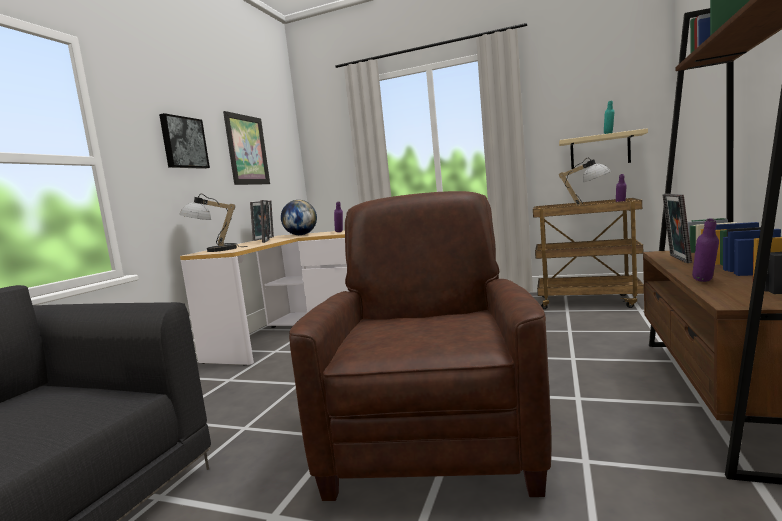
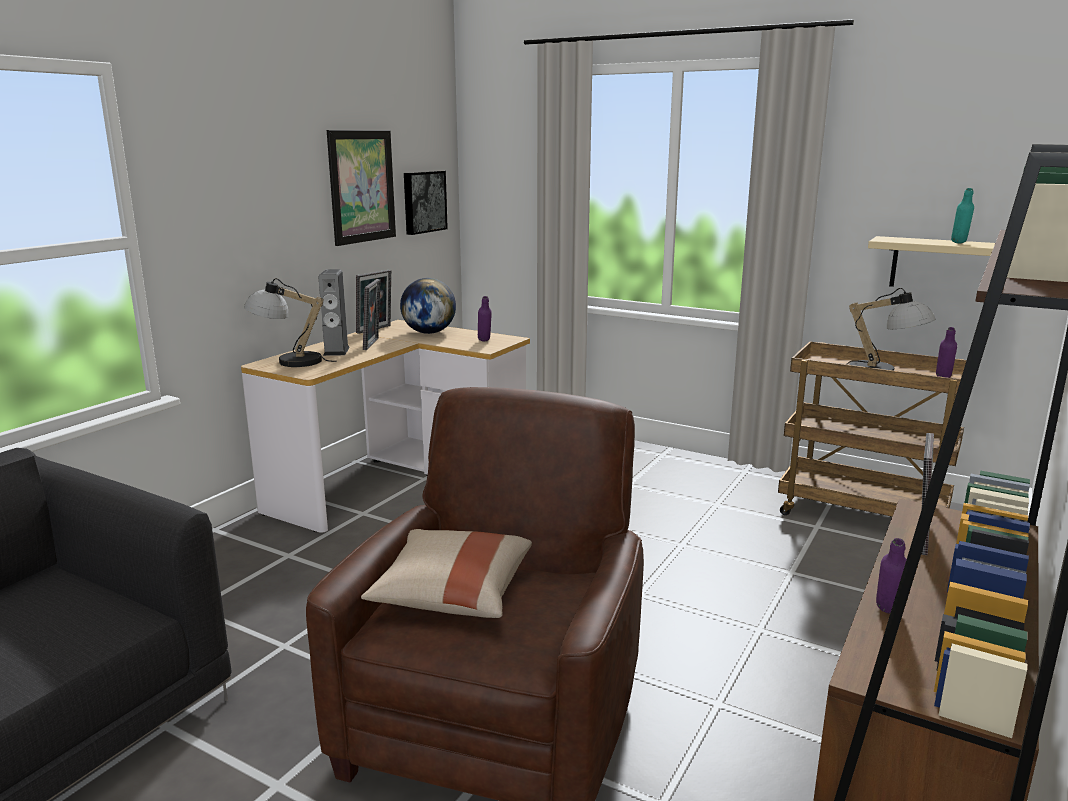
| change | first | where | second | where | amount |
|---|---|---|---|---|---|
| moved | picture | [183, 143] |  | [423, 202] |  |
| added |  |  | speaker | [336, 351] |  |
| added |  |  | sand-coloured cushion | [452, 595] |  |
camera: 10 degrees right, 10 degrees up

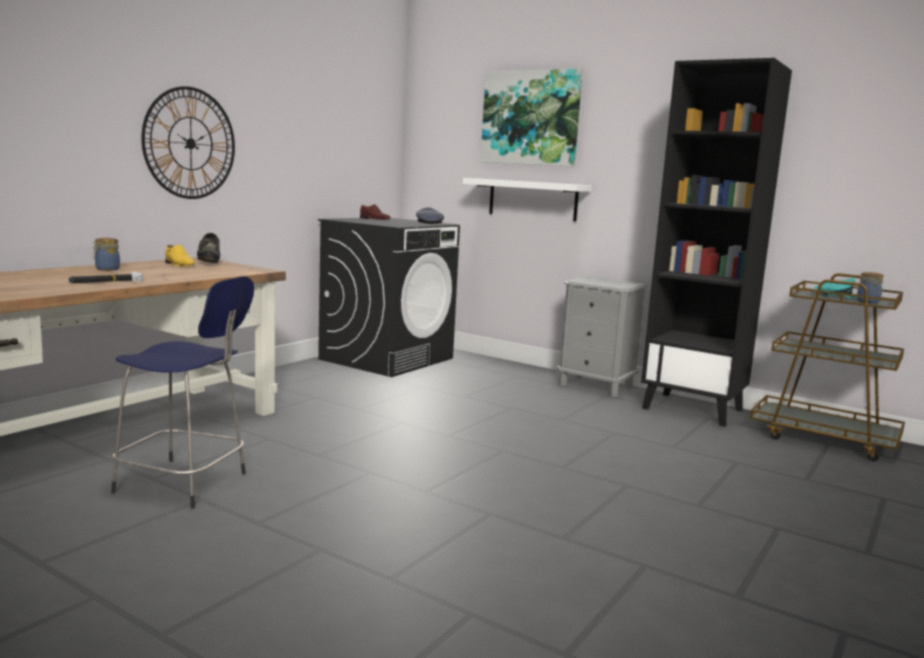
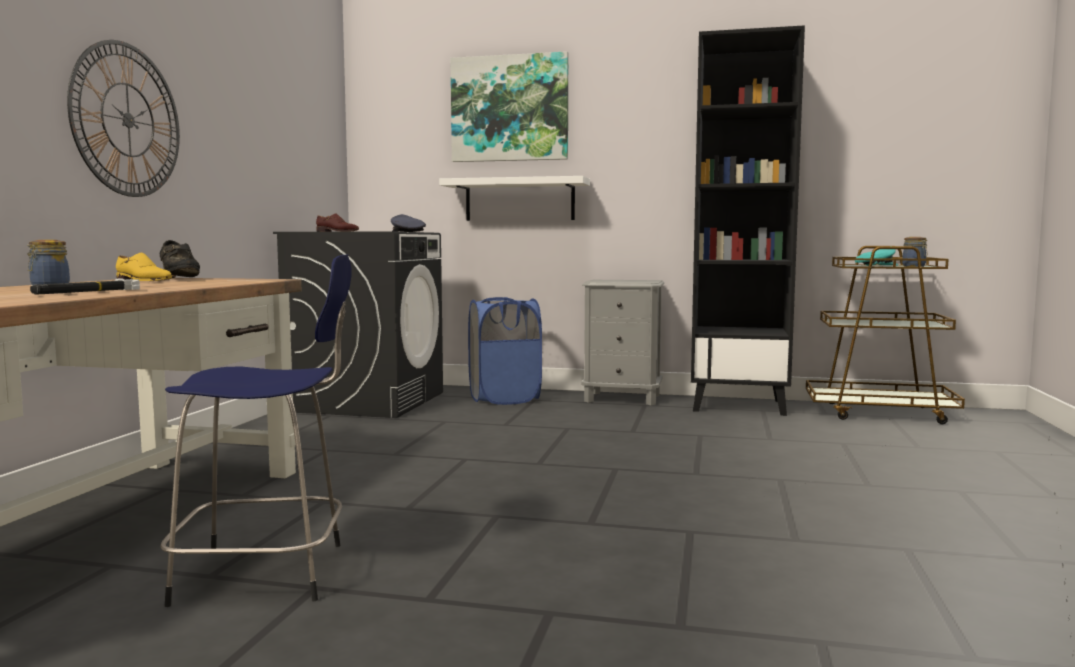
| change | first | where | second | where | amount |
|---|---|---|---|---|---|
| added |  |  | bluish hamper | [504, 398] |  |
camera: 20 degrees left, 5 degrees down

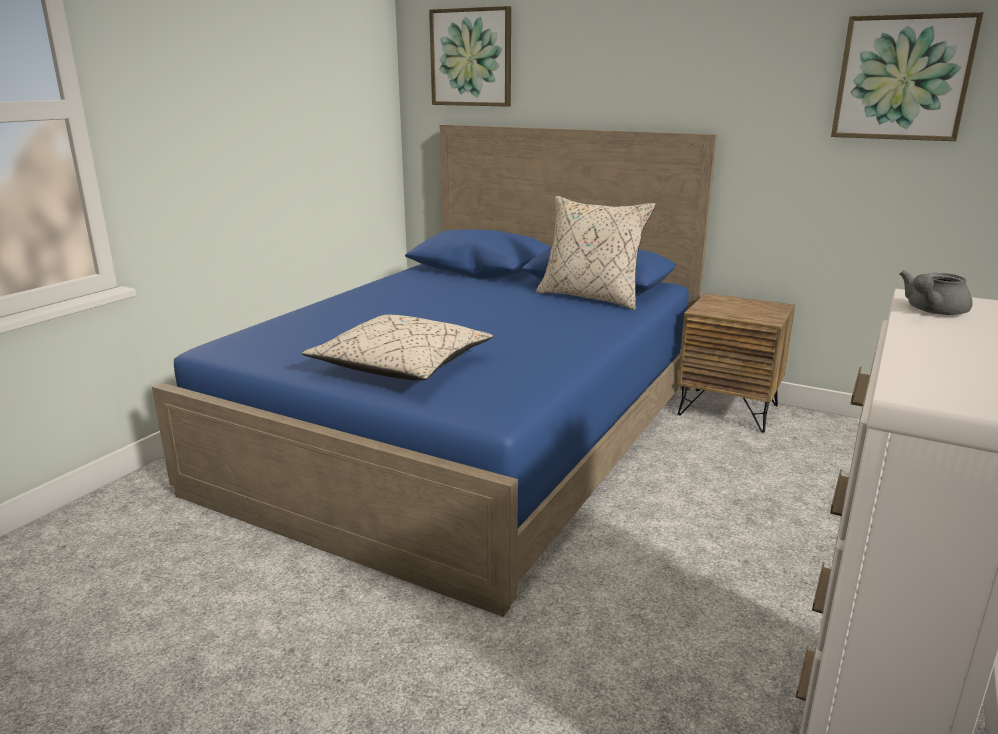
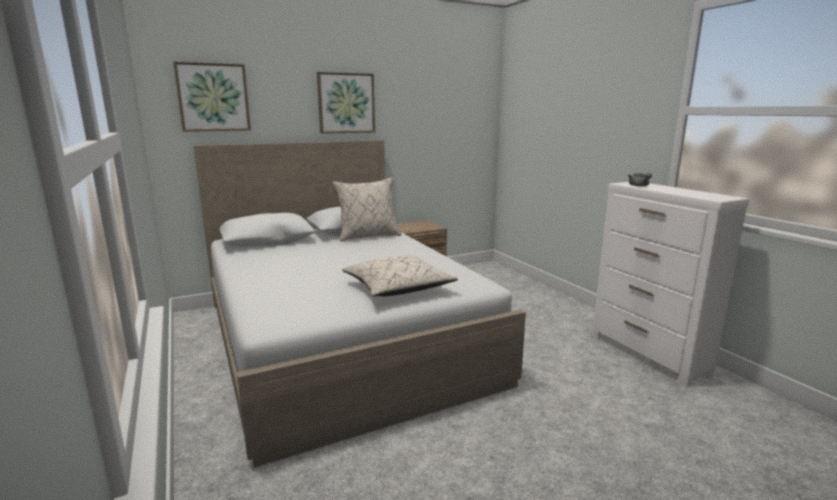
| change | first | where | second | where | amount |
|---|---|---|---|---|---|
| recoloured | bluish sleeping bed | [470, 434] | whitish sleeping bed | [342, 339] |  |
| moved | picture | [902, 78] |  | [346, 103] |  |
camera: 55 degrees left, 5 degrees down

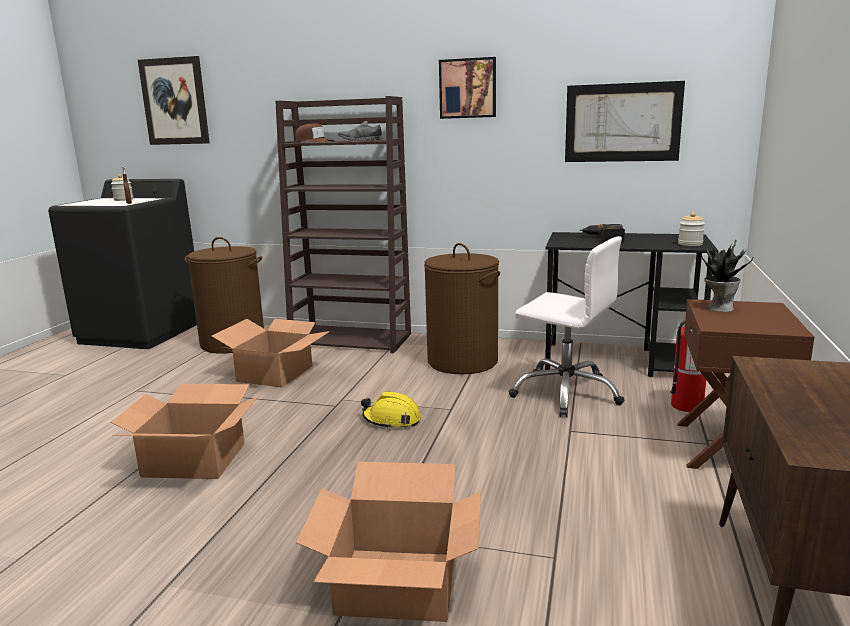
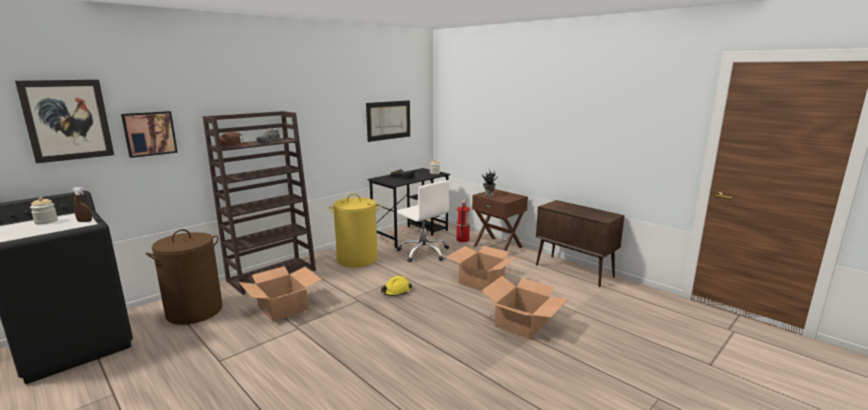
| change | first | where | second | where | amount |
|---|---|---|---|---|---|
| moved | cardboard box | [194, 459] |  | [481, 281] |  |
| recoloured | brownish hamper | [463, 361] | yellow hamper | [357, 259] |  |
| moved | picture | [468, 88] |  | [149, 133] |  |
| turned | whitish computer chair | [566, 393] |  | [424, 252] | 75 degrees clockwise |
camera: 60 degrees left, 0 degrees up

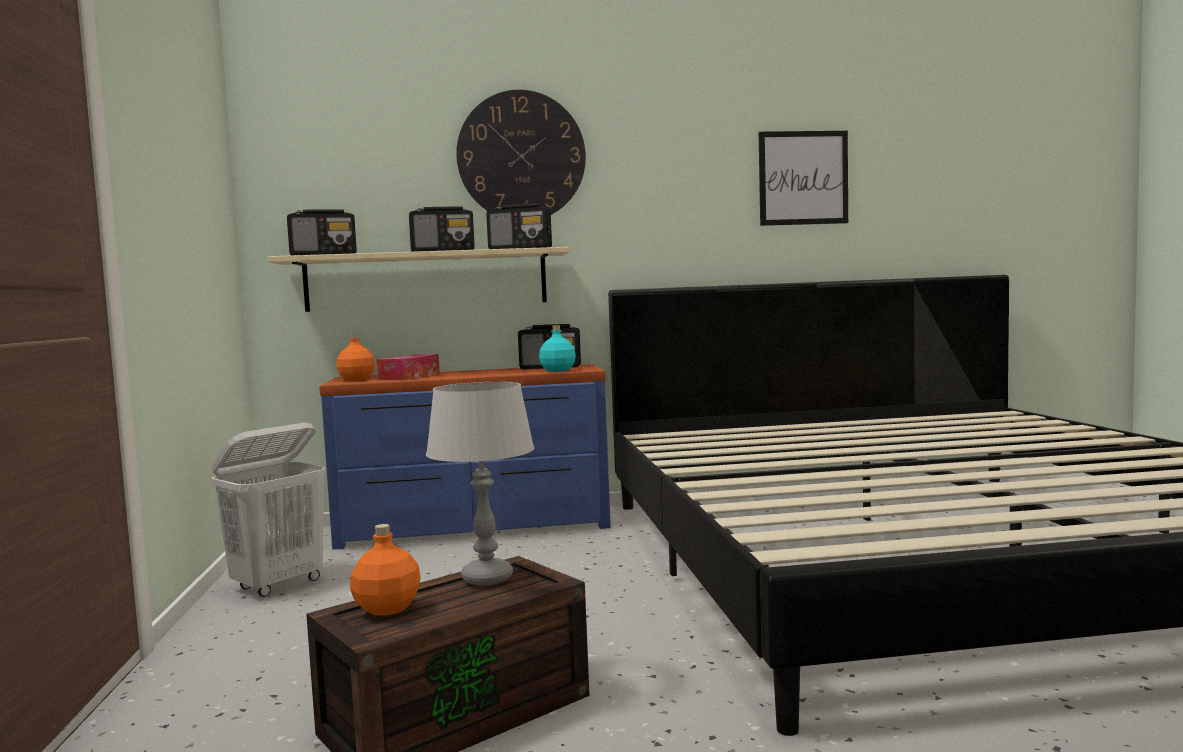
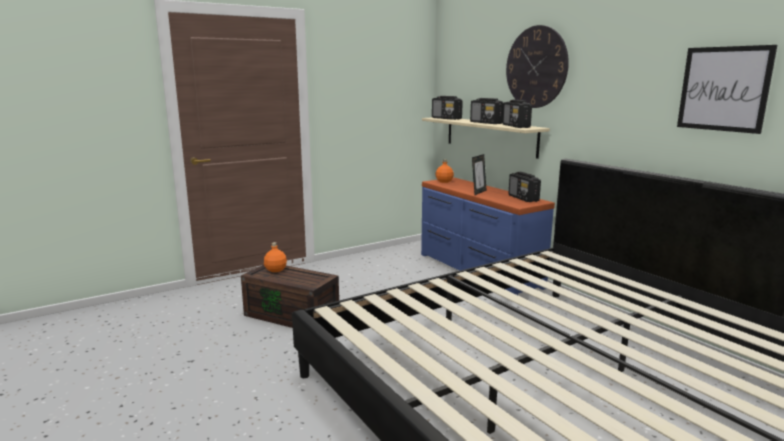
| change | first | where | second | where | amount |
|---|---|---|---|---|---|
| removed | whitish hamper | [279, 585] |  |  |  |
| removed | box of tissues | [409, 376] |  |  |  |
| removed | greyish tabletop lamp | [486, 577] |  |  |  |
| removed | turquoise beverage bottle | [558, 370] |  |  |  |
| added |  |  | photo frame | [478, 192] |  |
camera: 65 degrees right, 10 degrees up

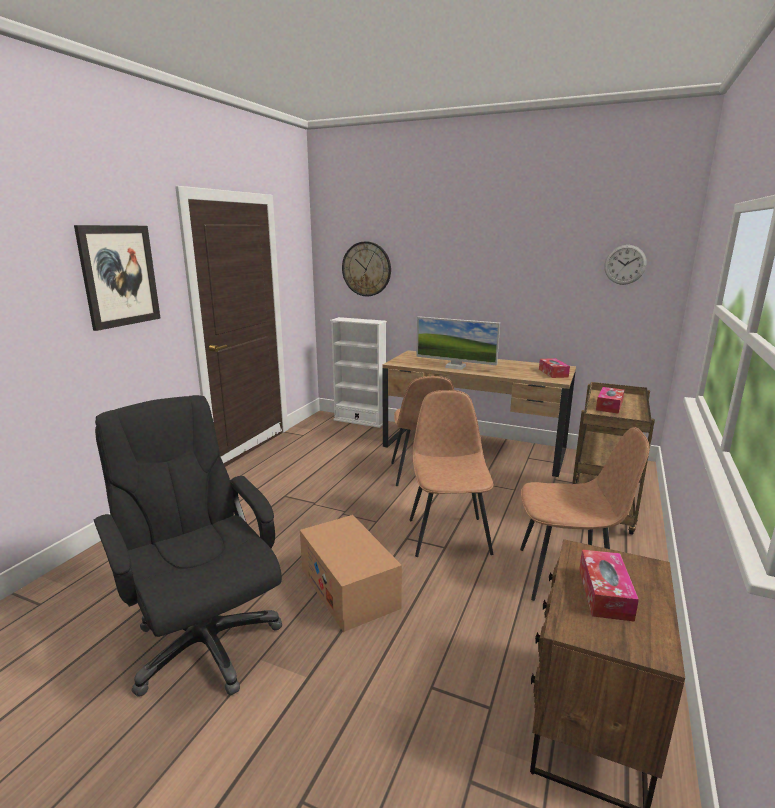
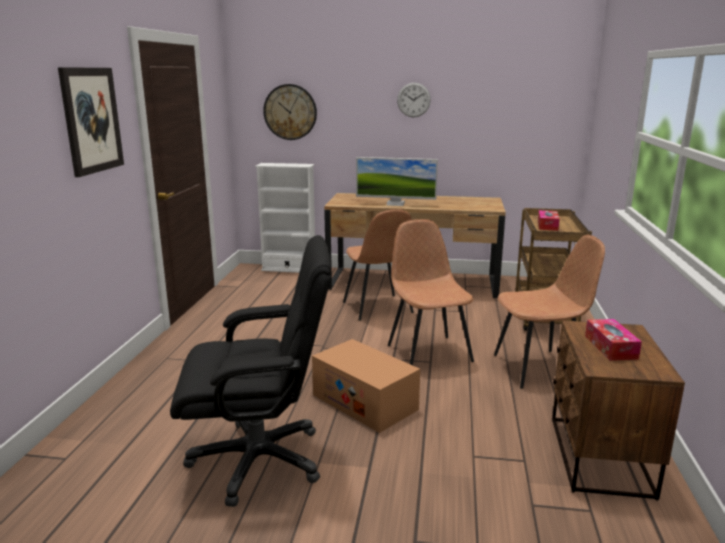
| change | first | where | second | where | amount |
|---|---|---|---|---|---|
| turned | blackish computer chair | [205, 642] |  | [259, 459] | 135 degrees clockwise |
| removed | box of tissues | [553, 373] |  |  |  |
| moved | clock on the wall | [625, 264] |  | [413, 100] |  |
camera: 15 degrees left, 0 degrees up

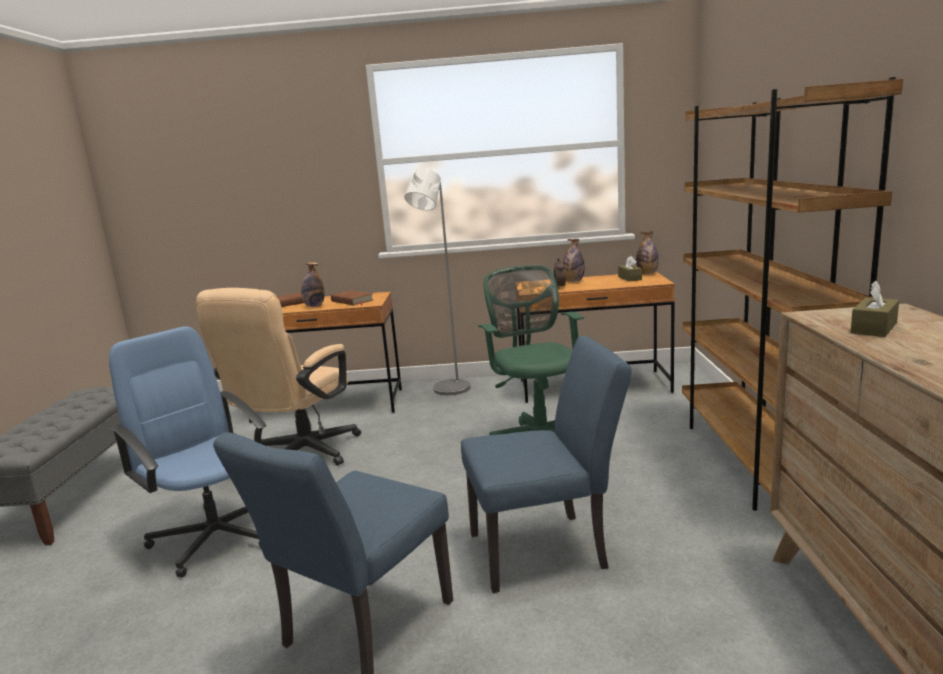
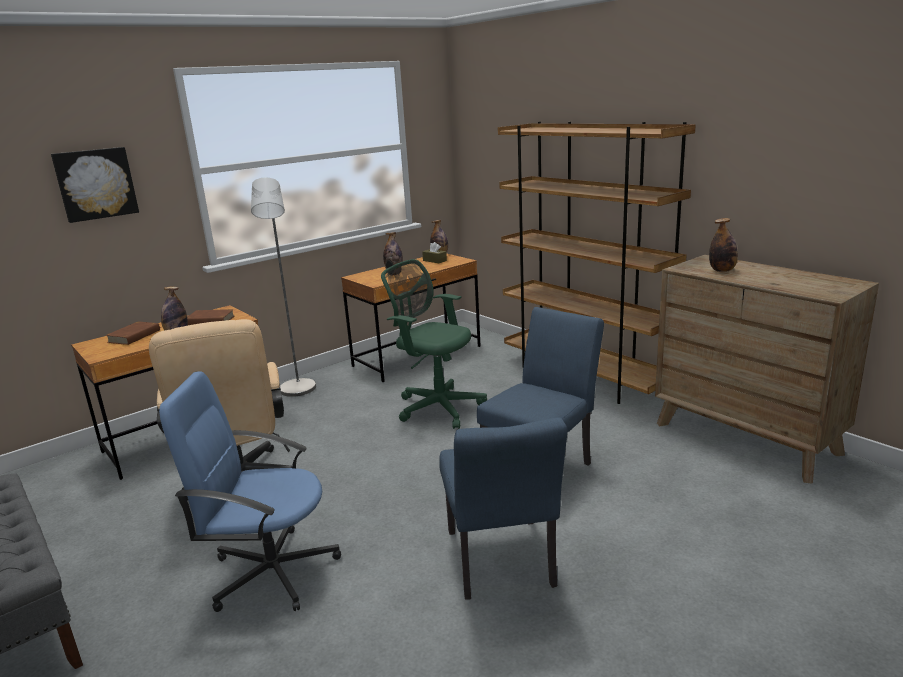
| change | first | where | second | where | amount |
|---|---|---|---|---|---|
| replaced | brownish box of tissues | [874, 328] | beverage bottle | [722, 270] |  |
| added |  |  | picture | [96, 184] |  |
camera: 40 degrees left, 5 degrees up

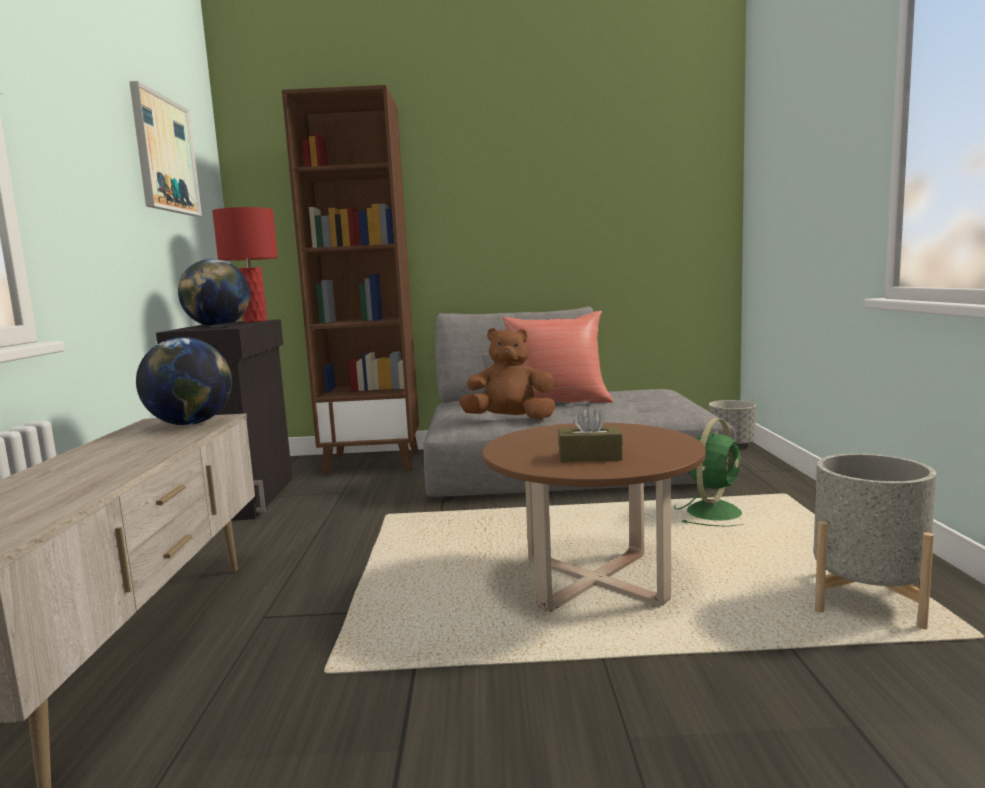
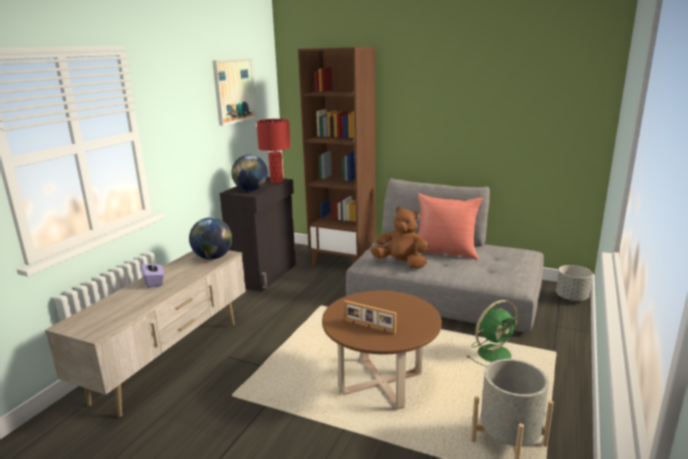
| change | first | where | second | where | amount |
|---|---|---|---|---|---|
| replaced | brownish box of tissues | [590, 456] | photo frame | [369, 327] |  |
| added |  |  | purple box of tissues | [154, 282] |  |
camera: 25 degrees right, 10 degrees up

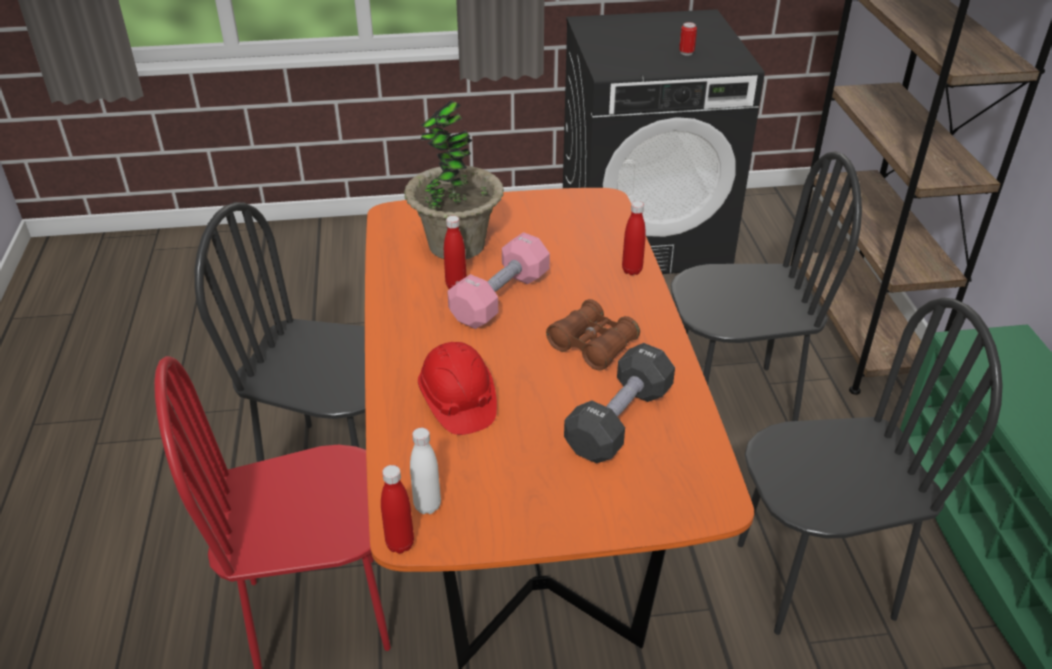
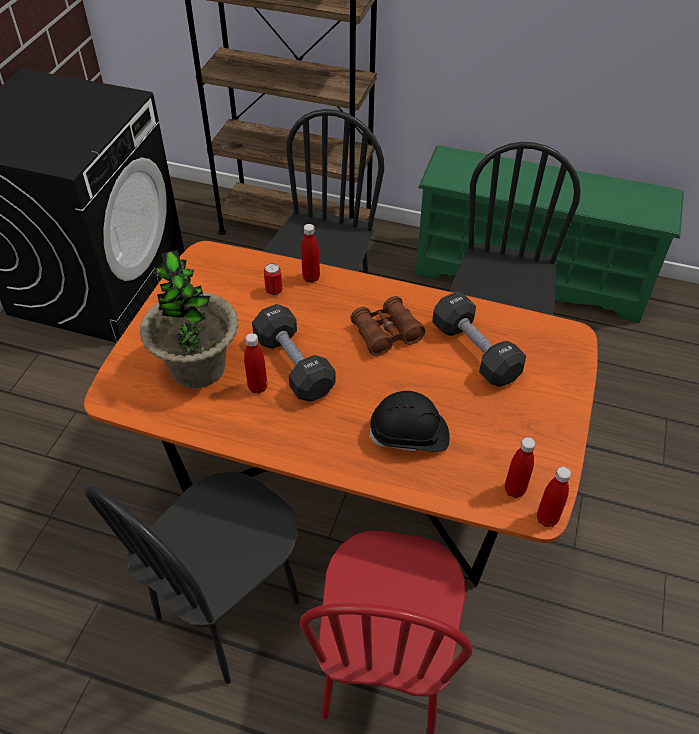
| change | first | where | second | where | amount |
|---|---|---|---|---|---|
| recoloured | whitish beverage bottle | [427, 506] | red-coloured beverage bottle | [514, 490] |  |
| recoloured | red-coloured safety helmet | [457, 402] | blackish safety helmet | [409, 435] |  |
| recoloured | pinkish dumbbell | [500, 298] | blackish dumbbell | [294, 365] |  |
| moved | can | [686, 53] |  | [274, 291] |  |
camera: 65 degrees left, 10 degrees up

